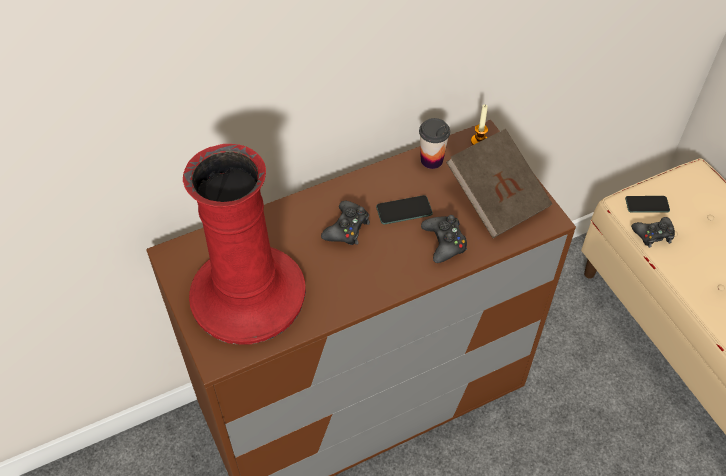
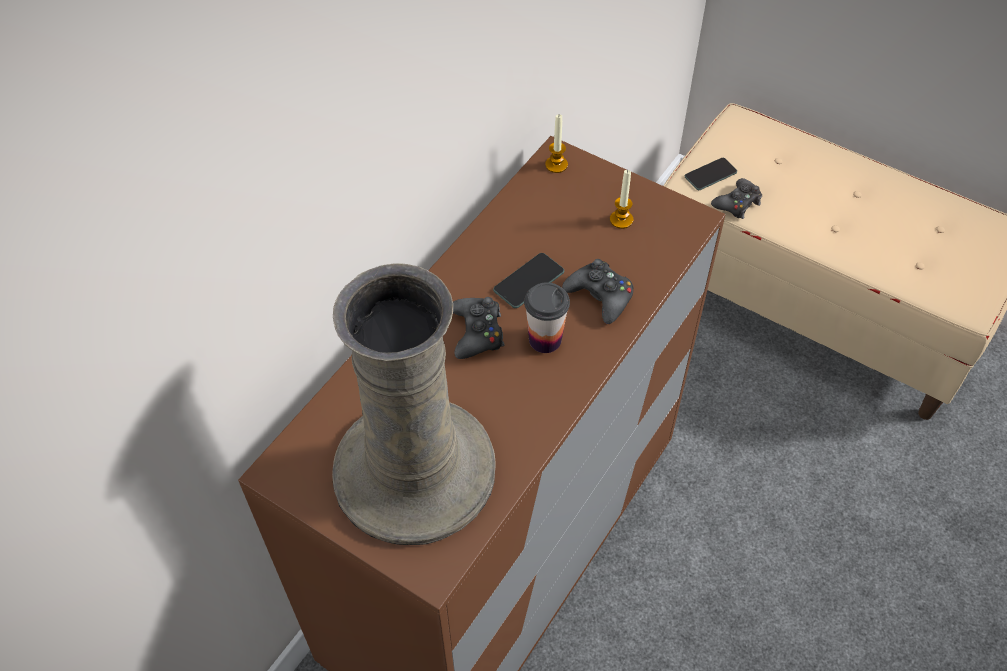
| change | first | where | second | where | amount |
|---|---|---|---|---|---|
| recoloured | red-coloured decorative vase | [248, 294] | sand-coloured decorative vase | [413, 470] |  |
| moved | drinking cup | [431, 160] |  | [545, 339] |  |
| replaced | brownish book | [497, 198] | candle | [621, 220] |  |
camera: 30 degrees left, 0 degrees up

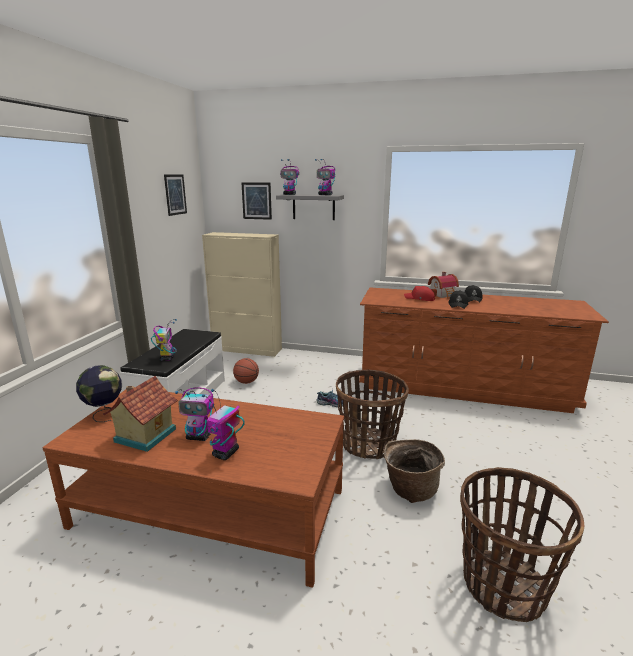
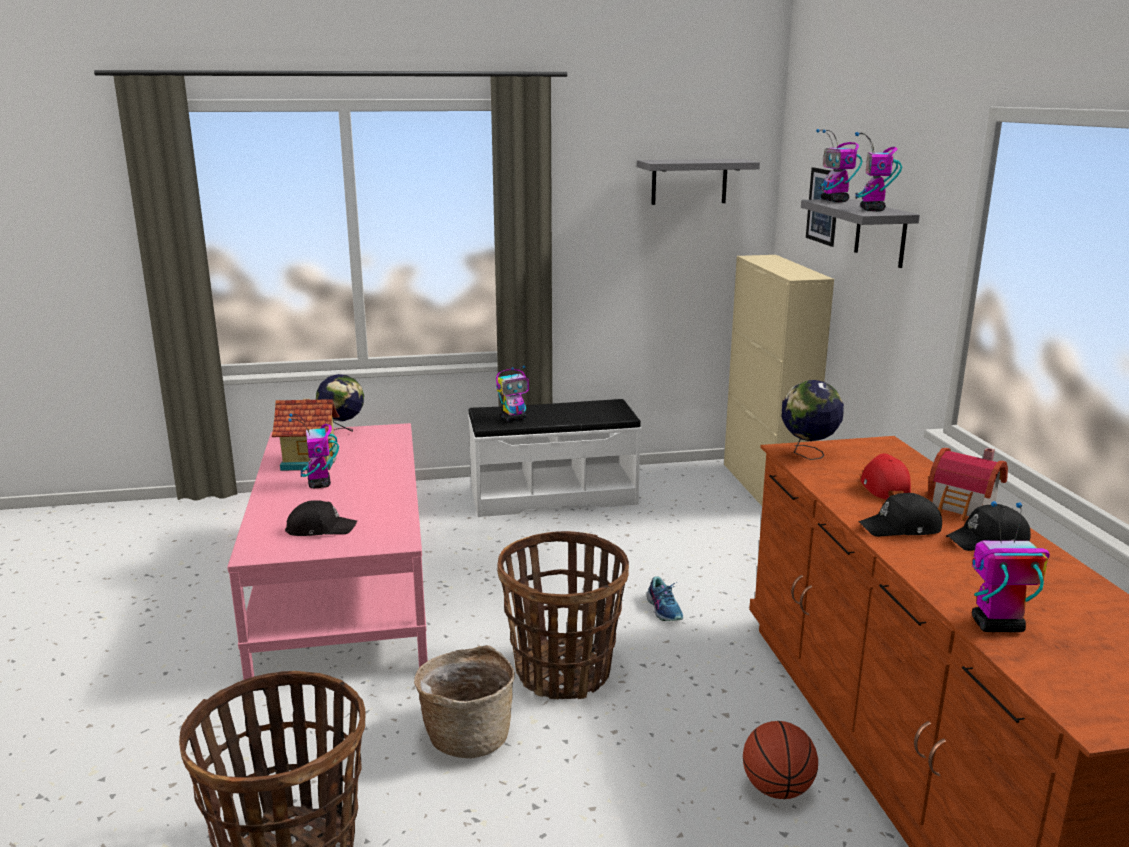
| change | first | where | second | where | amount |
|---|---|---|---|---|---|
| recoloured | brownish low table | [209, 508] | pinkish low table | [344, 589] |  |
| replaced | picture | [175, 194] | greyish shelf | [689, 181] |  |
| moved | toy robot | [225, 453] |  | [996, 626] |  |
| moved | basketball ball | [246, 382] |  | [777, 789] |  |
| added |  |  | blackish cap | [320, 529] |  |
| added |  |  | globe | [808, 454] |  |
camera: 65 degrees right, 0 degrees up

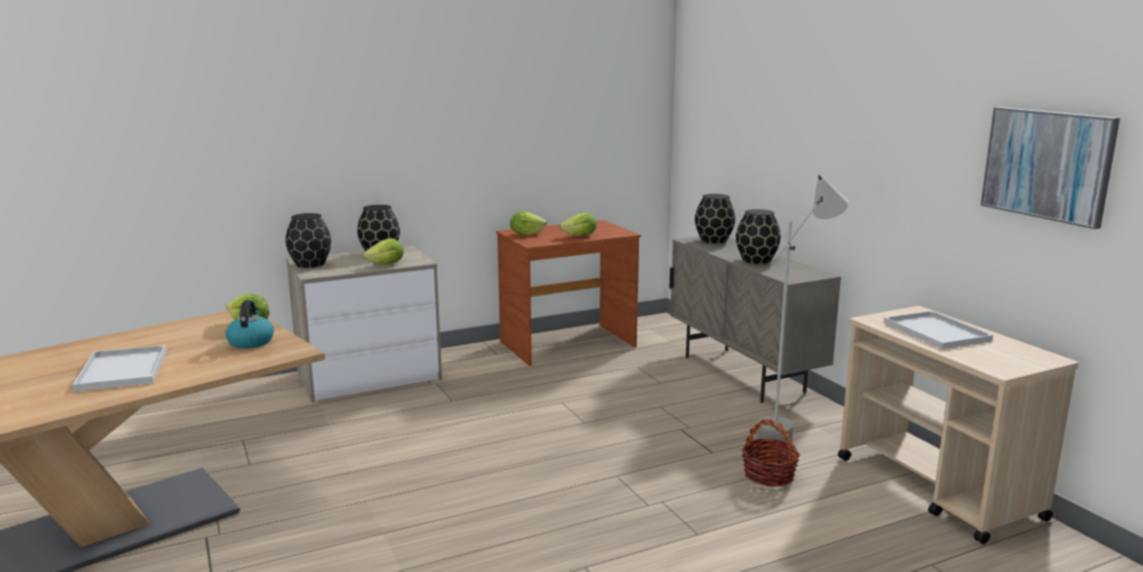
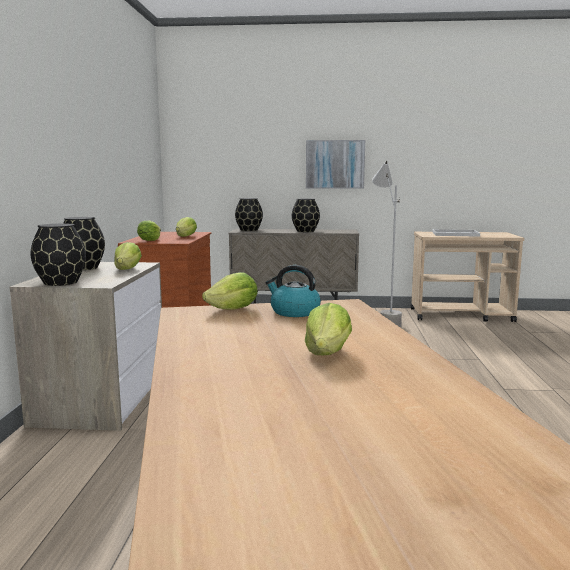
| change | first | where | second | where | amount |
|---|---|---|---|---|---|
| replaced | whitish serving tray | [123, 370] | lettuce head | [327, 353] |  |
| removed | storage basket | [769, 475] |  |  |  |
| moved | picture | [1047, 164] |  | [335, 164] |  |
camera: 60 degrees left, 5 degrees down

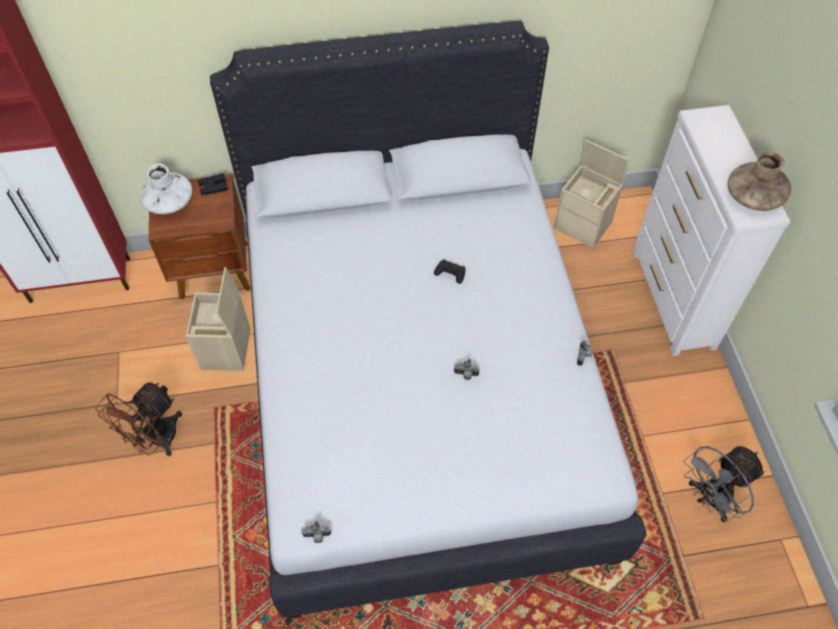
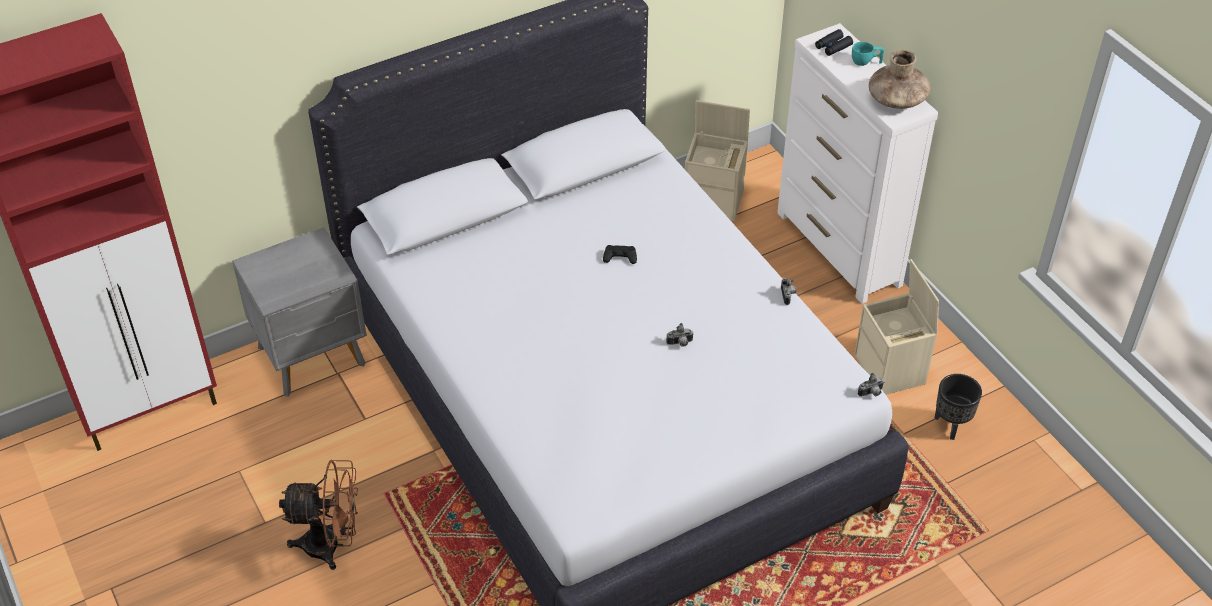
| change | first | where | second | where | amount |
|---|---|---|---|---|---|
| turned | brownish fan | [155, 440] |  | [331, 545] | 105 degrees counterclockwise |
| removed | whitish decorative vase | [169, 203] |  |  |  |
| recoloured | brownish nightstand | [215, 271] | greyish nightstand | [313, 356] |  |
| moved | sand-coloured storage container | [226, 350] |  | [891, 370] |  |
| moved | blackish binoculars | [213, 187] |  | [833, 46] |  |
| moved | still camera | [316, 536] |  | [871, 393] |  |
| replaced | greyish fan | [709, 499] | blackish plant pot | [952, 425] |  |
| added |  |  | turquoise drinking cup | [866, 62] |  |
camera: 20 degrees left, 10 degrees down

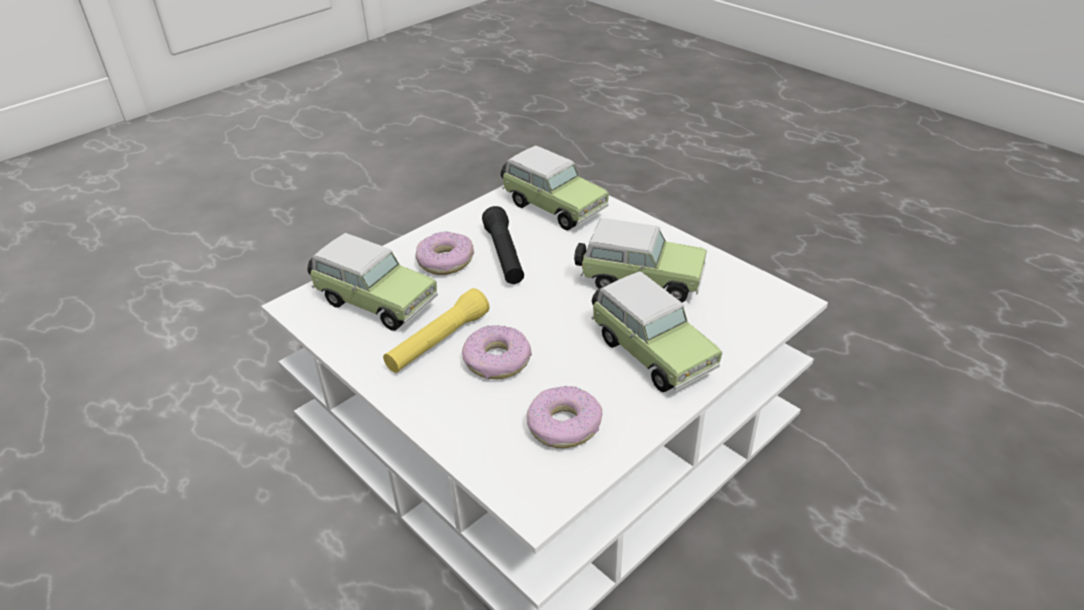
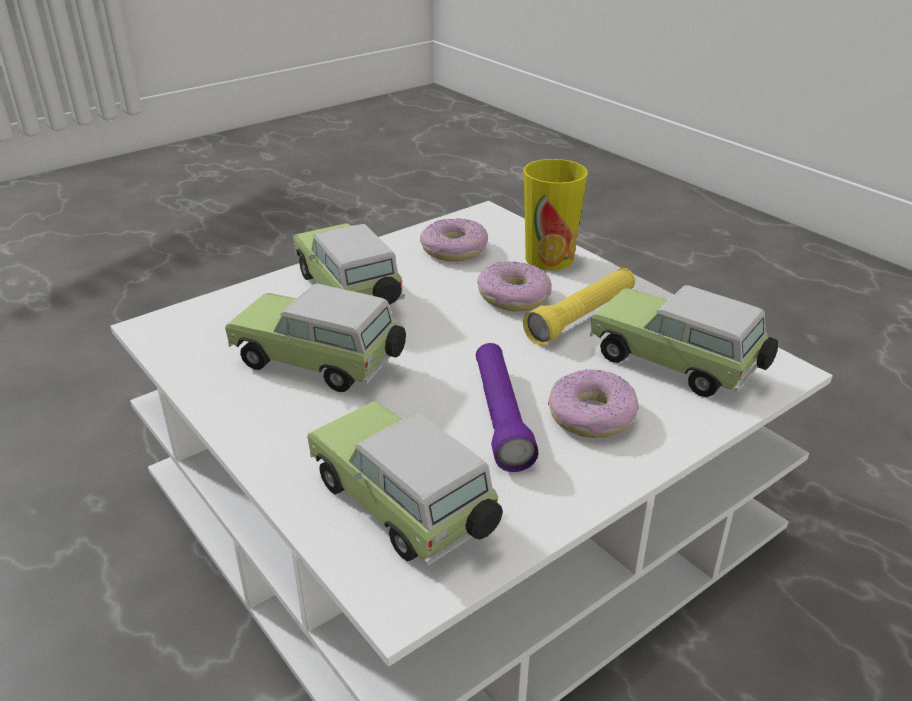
| change | first | where | second | where | amount |
|---|---|---|---|---|---|
| recoloured | blackish hand torch | [504, 255] | purple hand torch | [501, 417] |  |
| added |  |  | drinking cup | [549, 258] |  |
camera: 175 degrees left, 5 degrees down

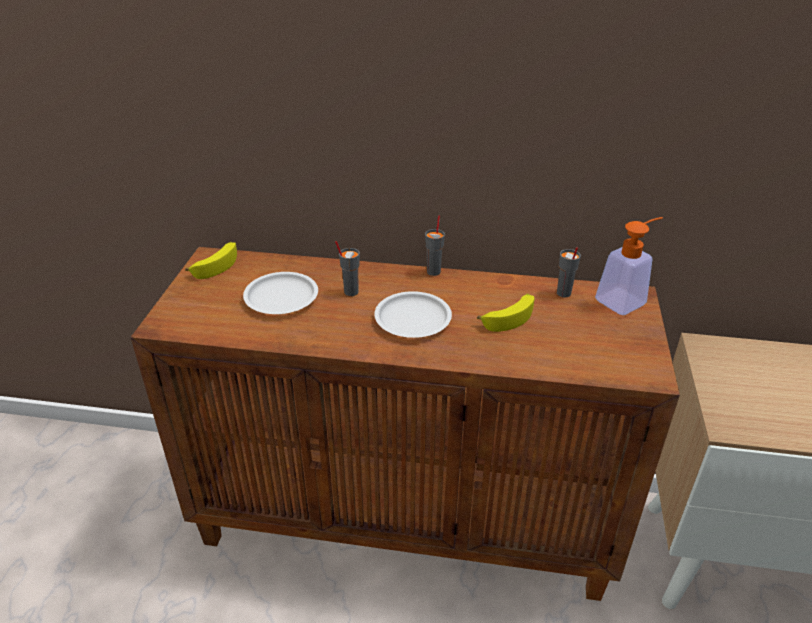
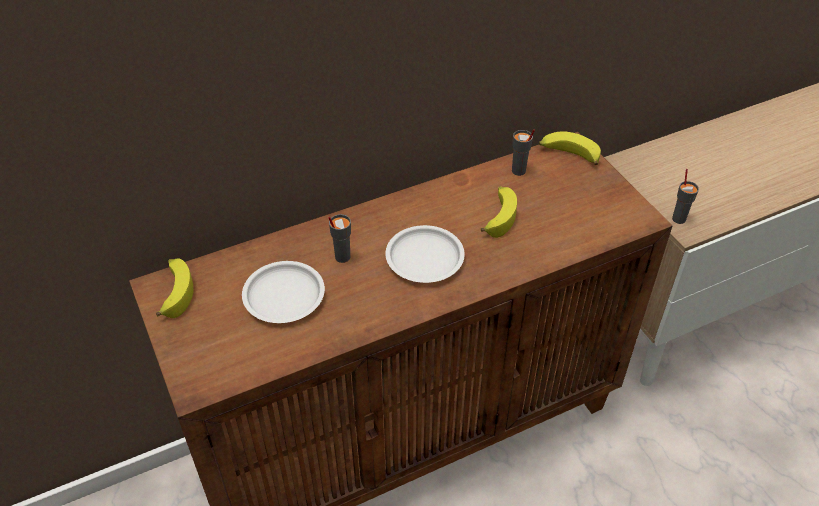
| change | first | where | second | where | amount |
|---|---|---|---|---|---|
| moved | greyish drinking cup | [434, 271] |  | [679, 218] |  |
| replaced | soap bottle | [625, 299] | whole banana | [568, 155] |  |
camera: 35 degrees left, 10 degrees up

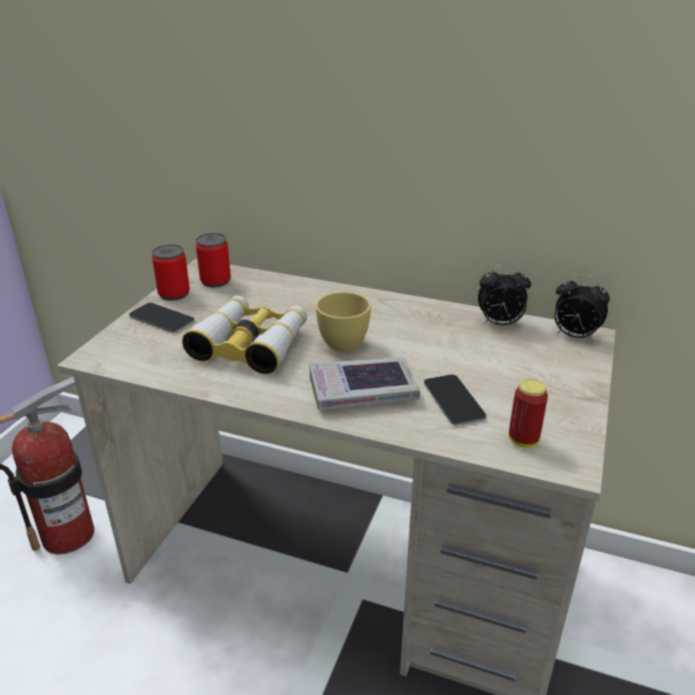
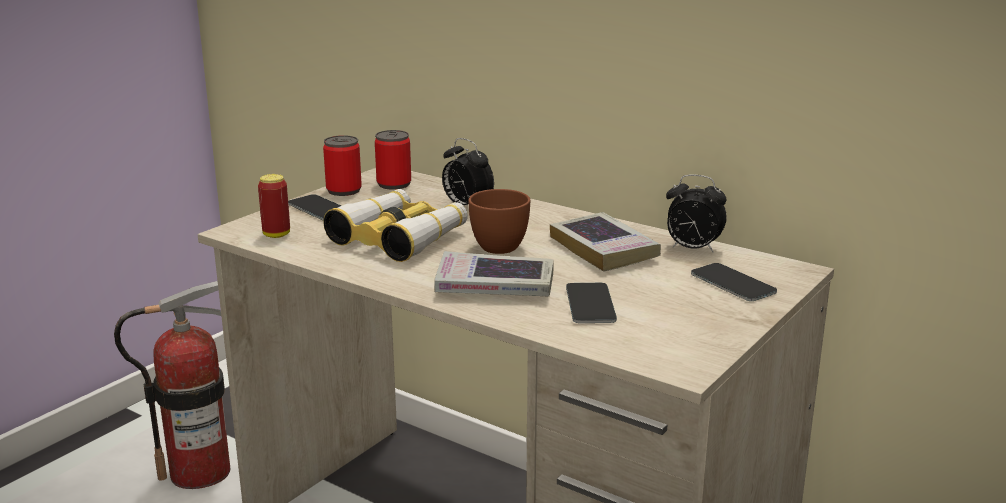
| change | first | where | second | where | amount |
|---|---|---|---|---|---|
| recoloured | yellow drinking cup | [341, 340] | brownish drinking cup | [498, 244] |  |
| moved | can | [523, 440] |  | [276, 234] |  |
| moved | table clock | [574, 336] |  | [466, 207] |  |
| added |  |  | book | [603, 249] |  |
| added |  |  | telephone | [733, 283] |  |
camera: 15 degrees right, 10 degrees down

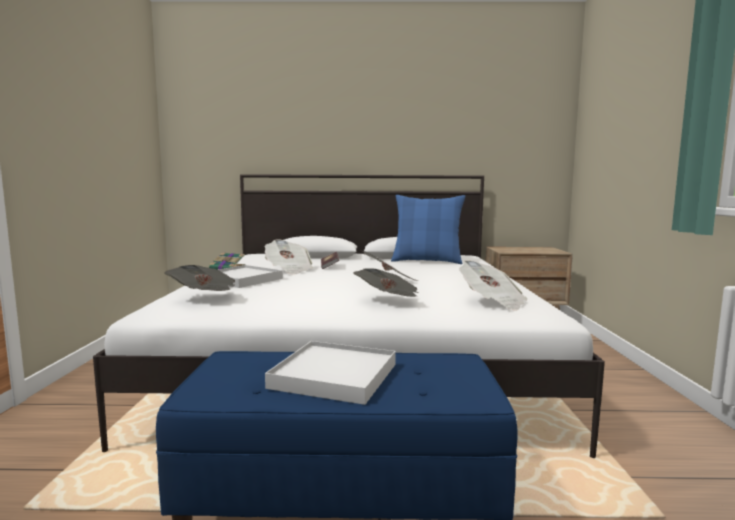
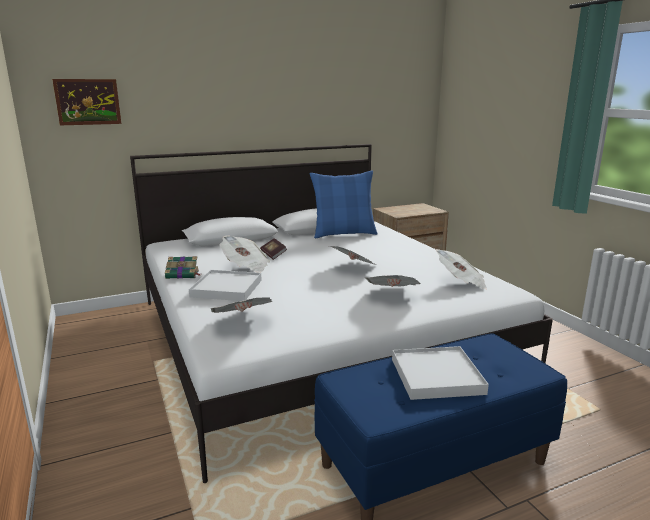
| change | first | where | second | where | amount |
|---|---|---|---|---|---|
| added |  |  | picture | [88, 102] |  |
camera: 25 degrees left, 10 degrees up

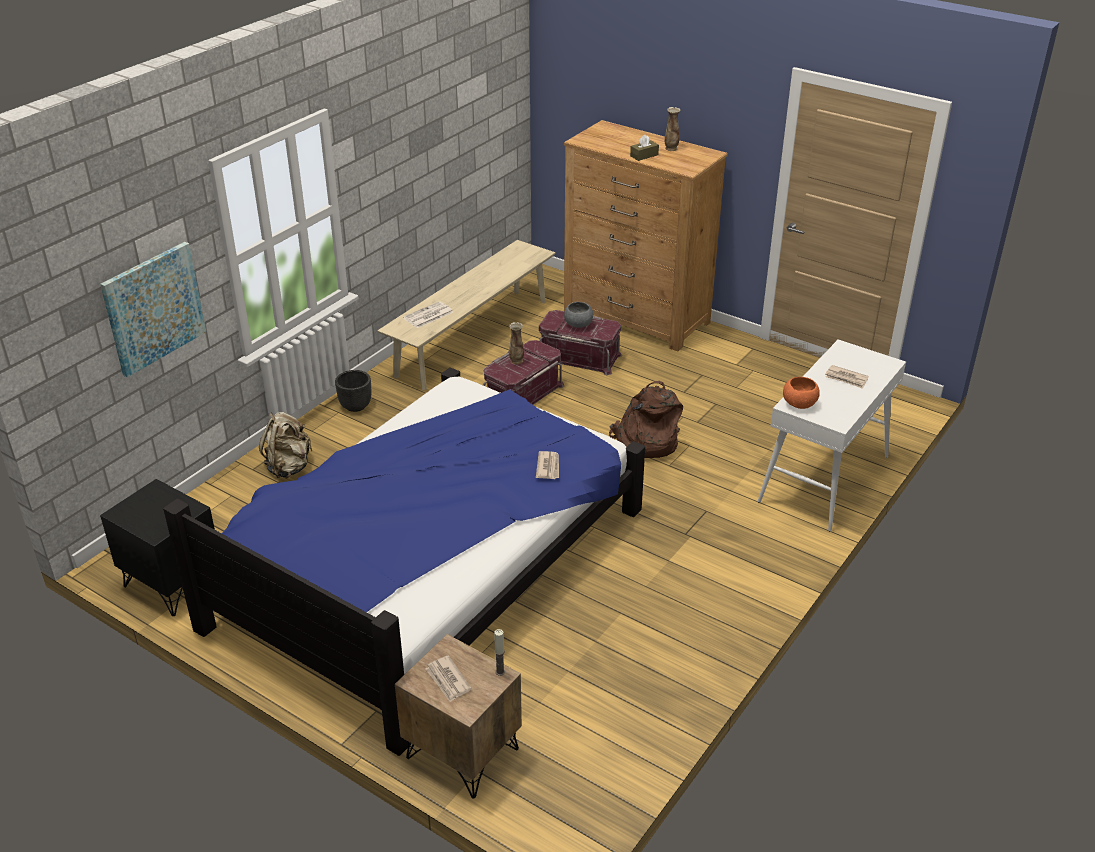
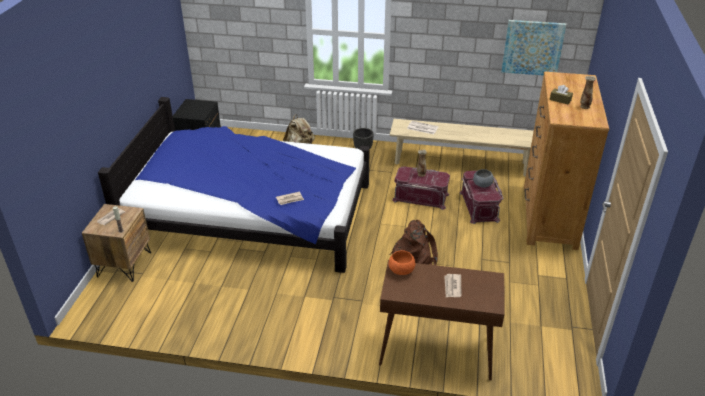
| change | first | where | second | where | amount |
|---|---|---|---|---|---|
| moved | picture | [153, 308] |  | [532, 47] |  |
| recoloured | whitish narrow table | [824, 479] | brownish narrow table | [436, 350] |  |
camera: 65 degrees right, 0 degrees up

